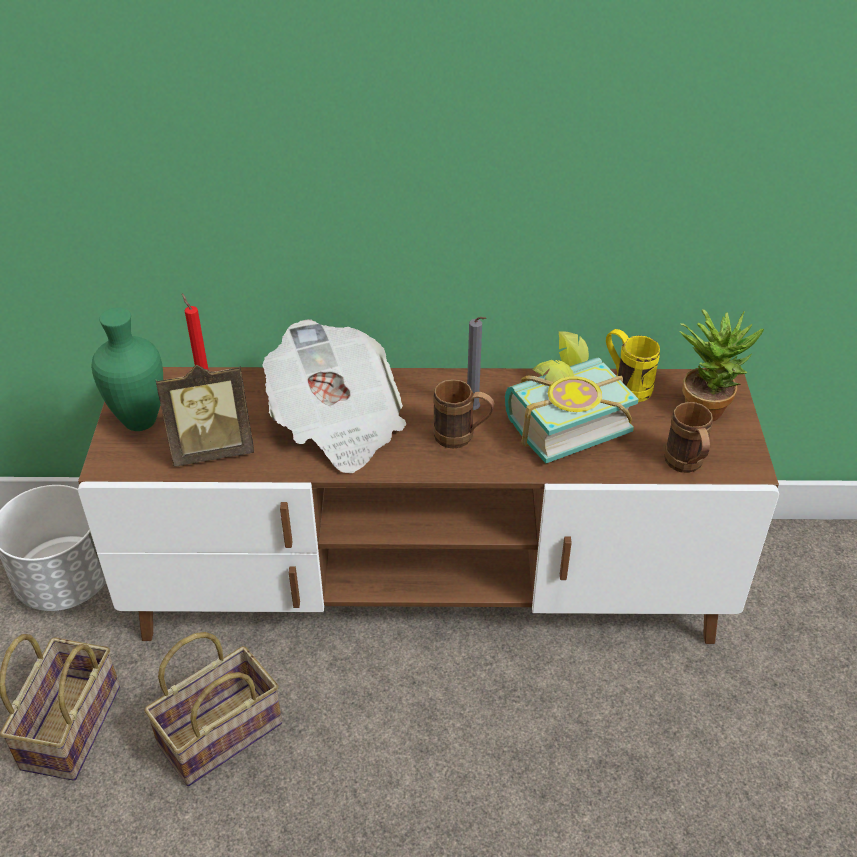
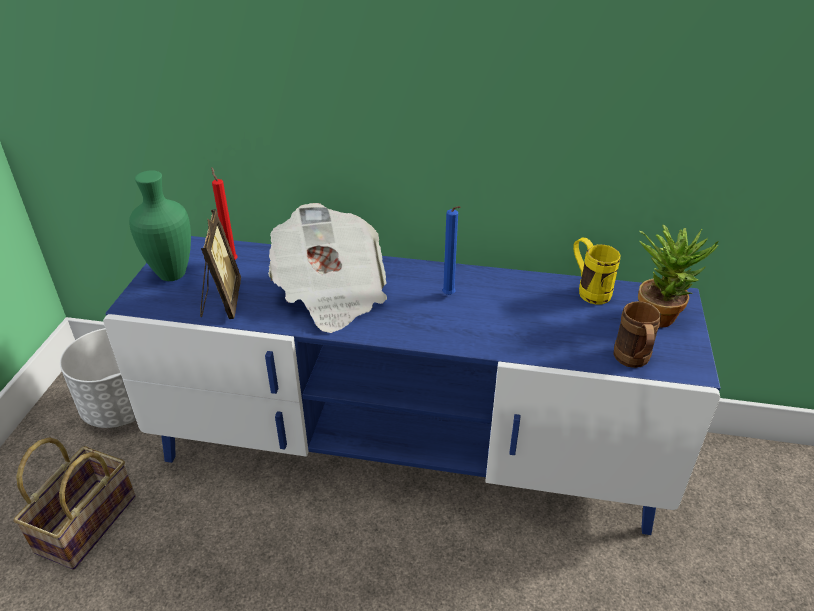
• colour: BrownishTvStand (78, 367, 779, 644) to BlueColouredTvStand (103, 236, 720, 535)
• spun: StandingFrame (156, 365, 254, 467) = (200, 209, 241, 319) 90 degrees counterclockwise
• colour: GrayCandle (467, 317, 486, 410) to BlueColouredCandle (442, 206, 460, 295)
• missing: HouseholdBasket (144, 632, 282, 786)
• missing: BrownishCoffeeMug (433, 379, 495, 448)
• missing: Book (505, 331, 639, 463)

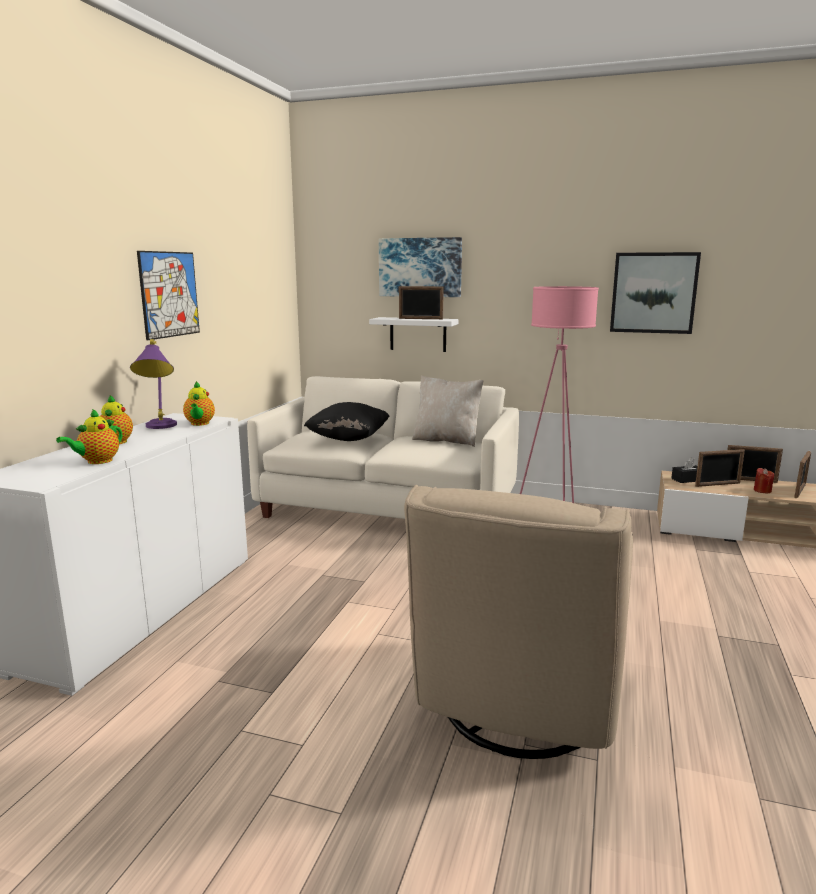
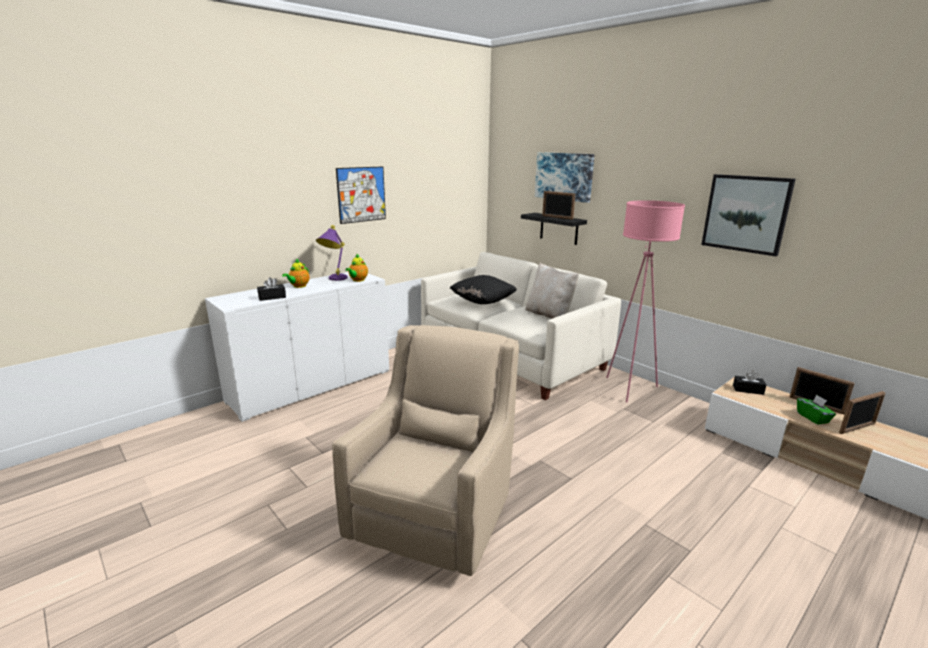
• exchanged: Teapot (56, 409, 122, 464) to BlackColouredTissueBox (257, 277, 286, 301)
• spun: BeigeLoungeChair (404, 485, 633, 759) = (332, 325, 519, 576) 150 degrees clockwise
• colour: WhiteWallShelf (369, 317, 458, 352) to BlackColouredWallShelf (521, 213, 587, 245)
• exchanged: ReddishCandle (754, 468, 774, 493) to GreenTissueBox (797, 394, 836, 425)
• missing: StandingFrame (695, 449, 745, 487)

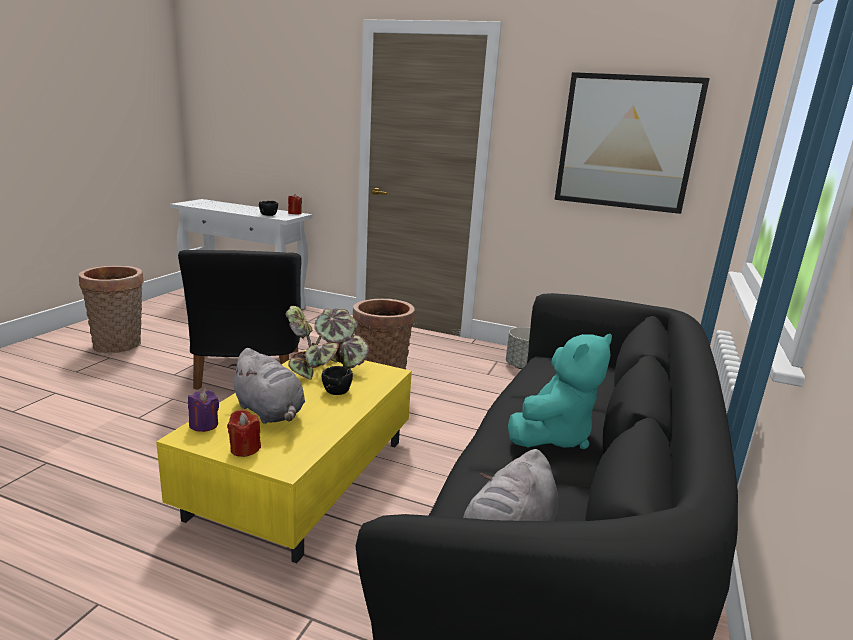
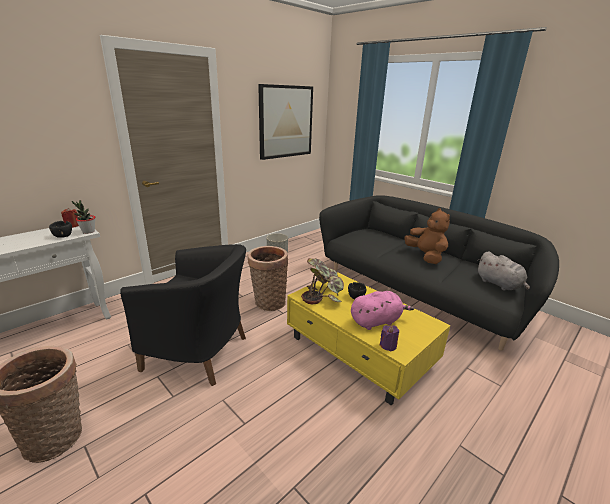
• appeared: Houseplant (72, 200, 95, 234)
• colour: GrayCuddlyToy (229, 348, 305, 424) to PinkishCuddlyToy (351, 291, 414, 330)
• colour: TurquoiseCuddlyToy (508, 334, 612, 449) to BrownishCuddlyToy (405, 208, 450, 264)
• missing: ReddishCandle (227, 409, 261, 457)

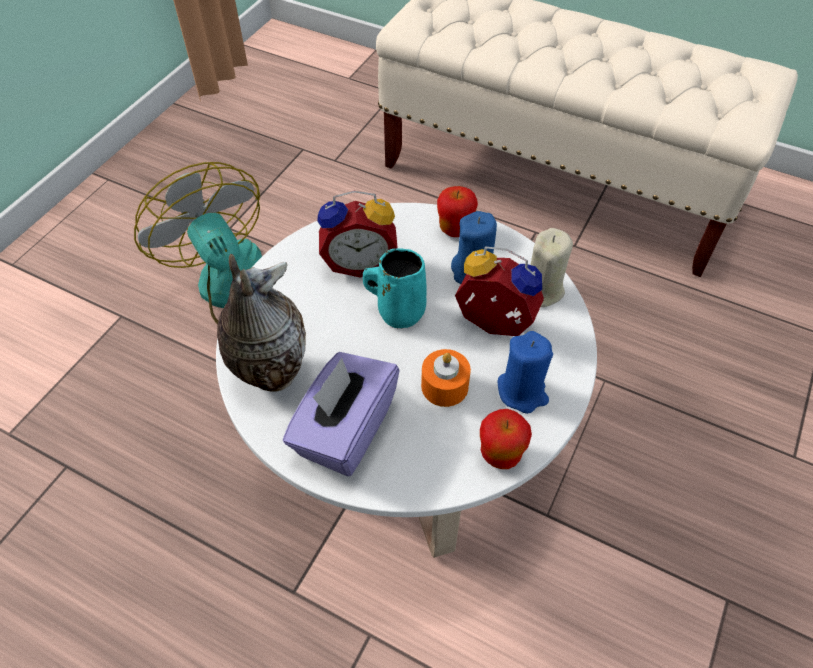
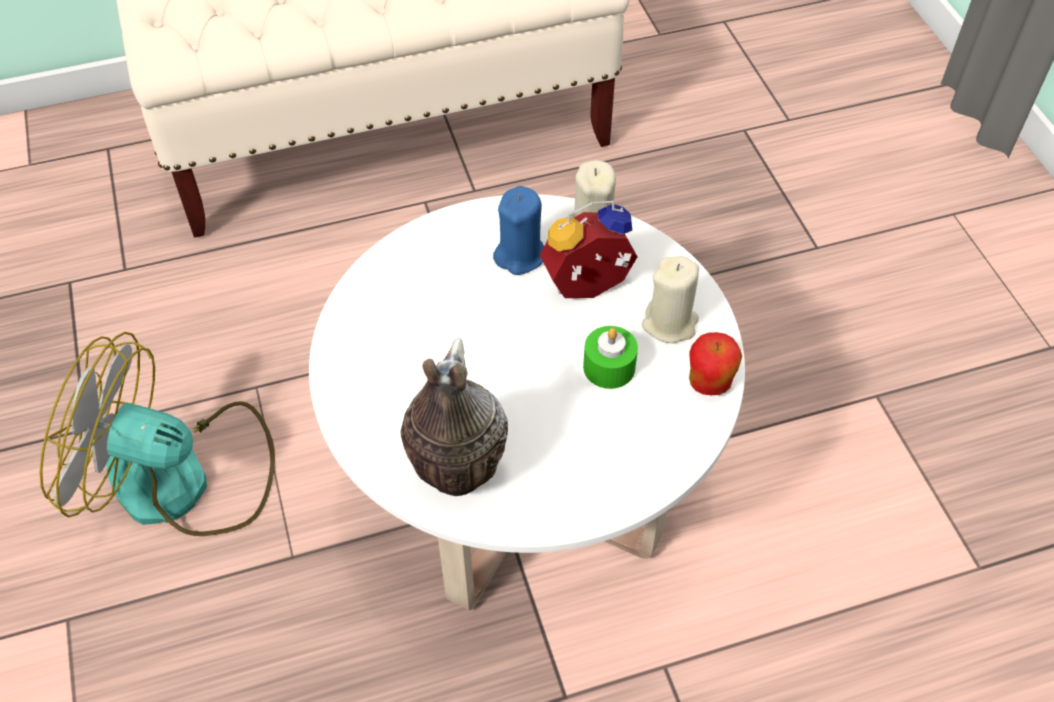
• colour: OrangeCandle (421, 349, 471, 407) to GreenCandle (583, 326, 638, 389)
• colour: BlueColouredCandle (498, 331, 553, 414) to BeigeCandle (642, 256, 699, 343)
• missing: PurpleTissueBox (283, 352, 400, 476)
• missing: BedsideClock (317, 191, 398, 278)
• missing: TurquoiseCoffeeMug (363, 248, 427, 328)
• missing: Apple (437, 186, 478, 237)

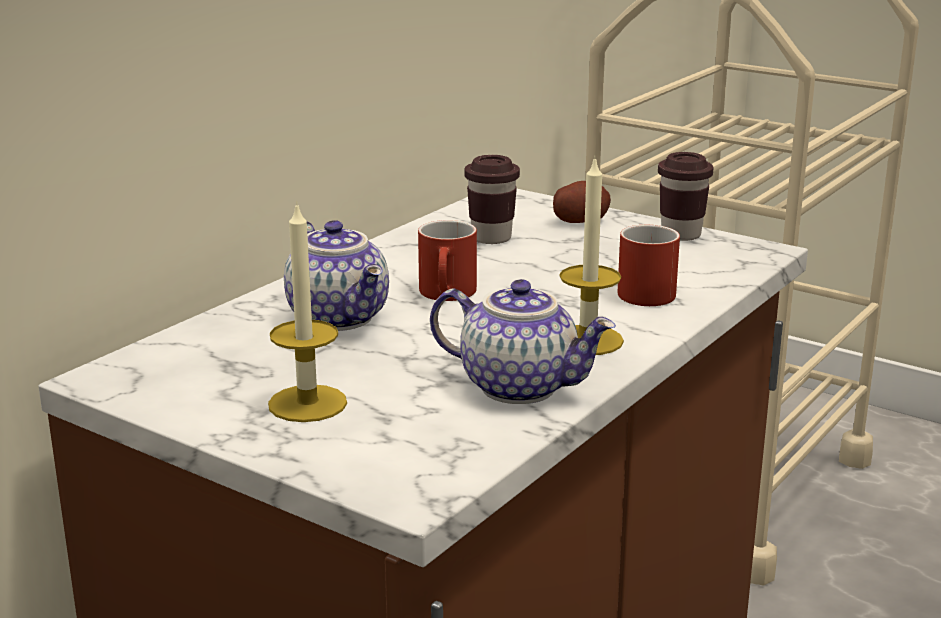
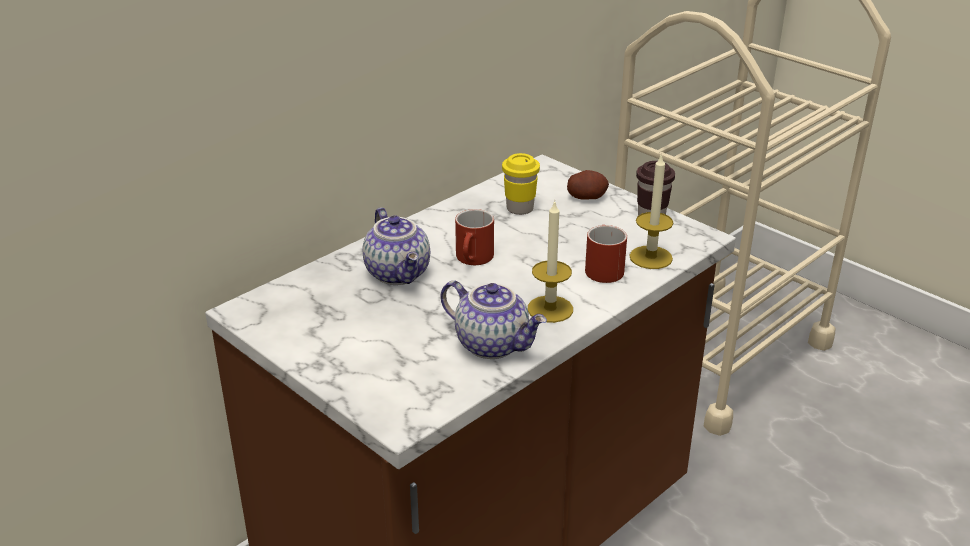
• colour: BrownishSmallCup (464, 155, 520, 244) to YellowSmallCup (502, 153, 540, 215)
• relocated: Candle (268, 201, 347, 422) to (629, 153, 673, 269)

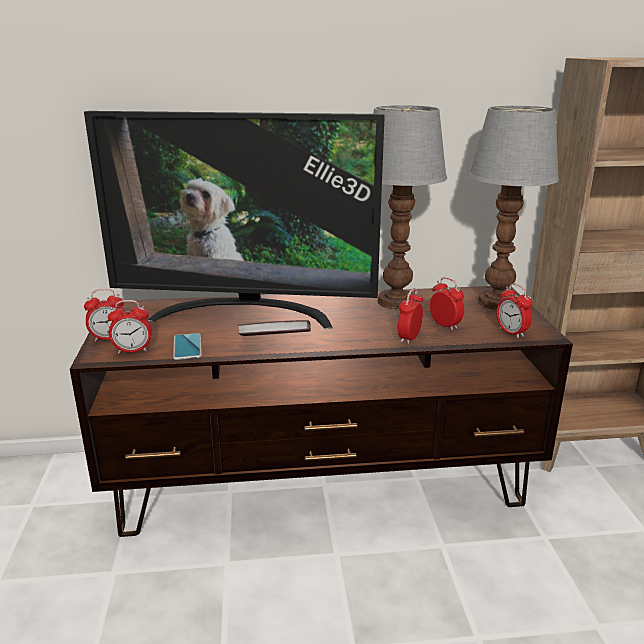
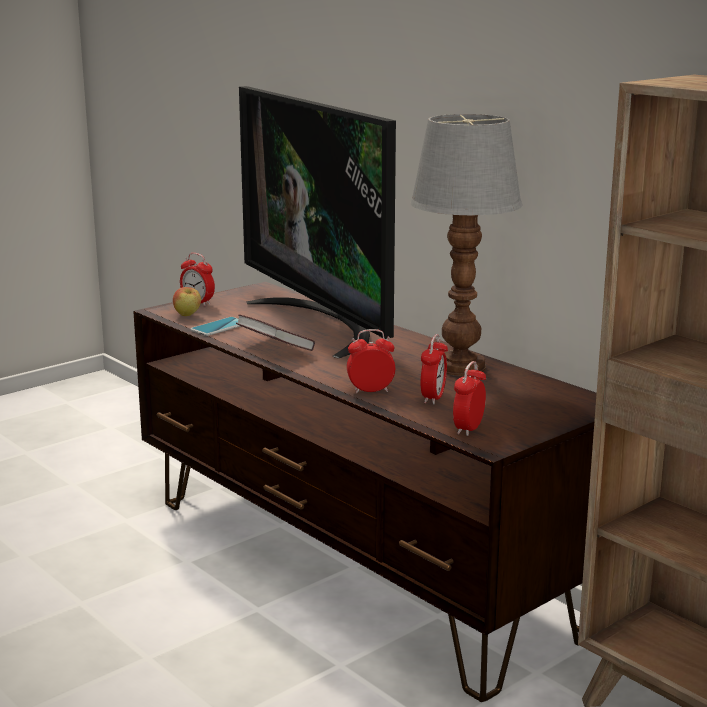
• exchanged: BedsideClock (108, 300, 152, 354) to Apple (173, 287, 201, 316)
• missing: TabletopLamp (468, 106, 559, 310)

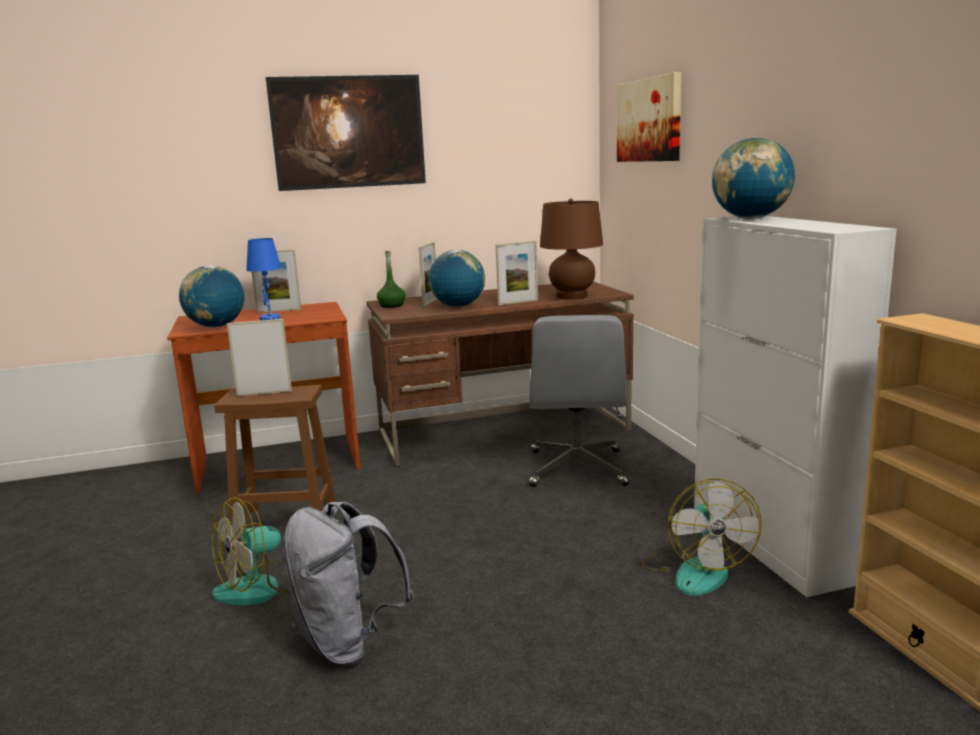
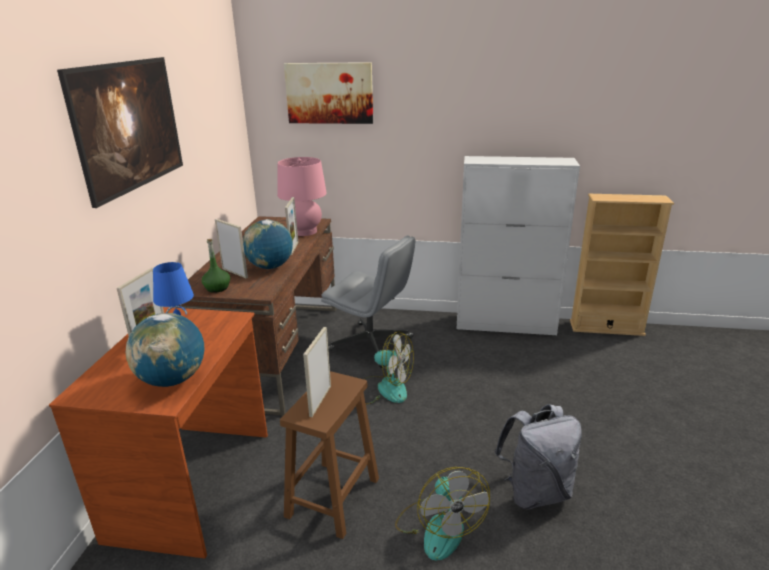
• colour: BrownishTabletopLamp (540, 199, 603, 300) to PinkishTabletopLamp (277, 157, 327, 236)
• relocated: CoolingFan (642, 479, 761, 596) to (366, 331, 414, 405)
• missing: Globe (712, 137, 795, 219)

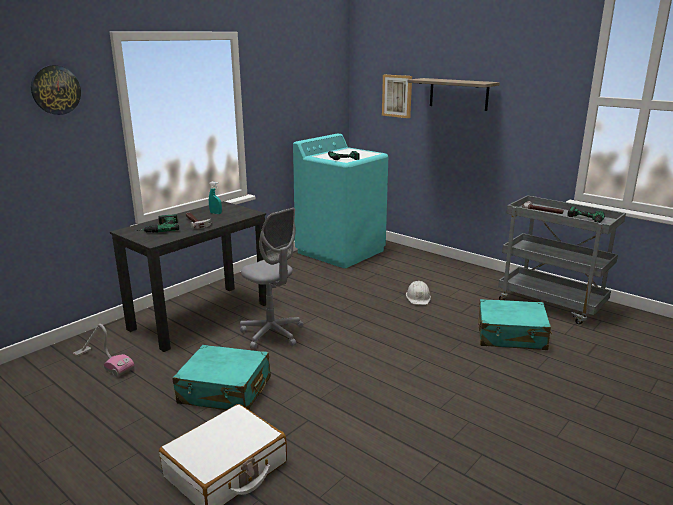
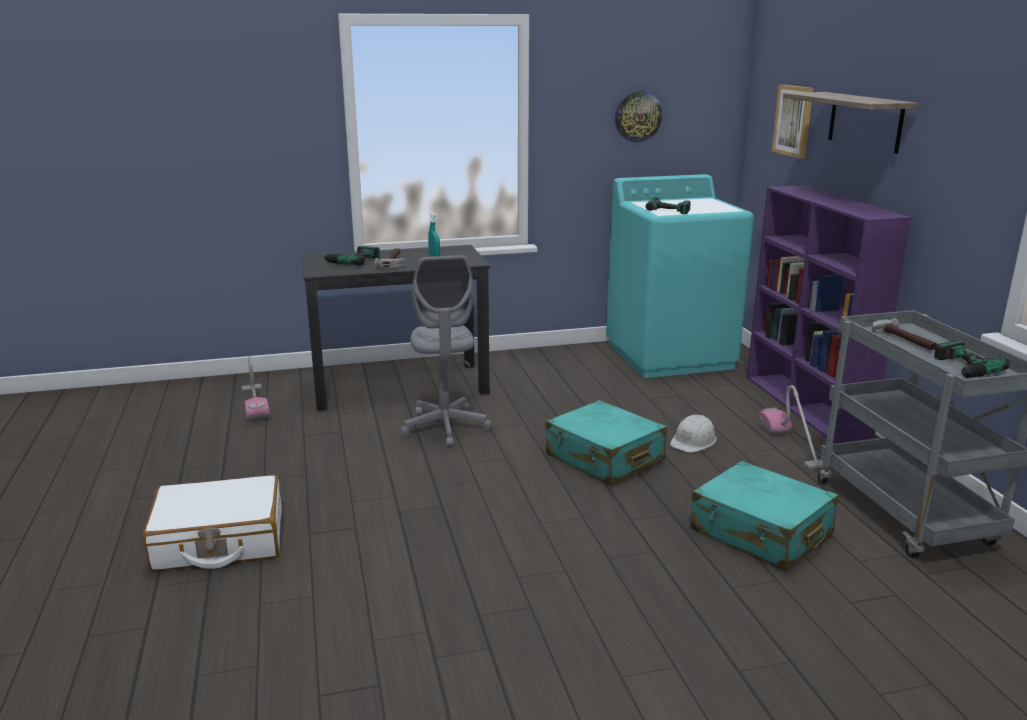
• relocated: TurquoiseSuitcase (172, 345, 271, 410) to (546, 400, 667, 485)
• relocated: HangingClock (31, 65, 81, 115) to (615, 91, 662, 142)
• appeared: PurpleBookcase (747, 185, 912, 443)
• appeared: Hoover (757, 385, 823, 468)

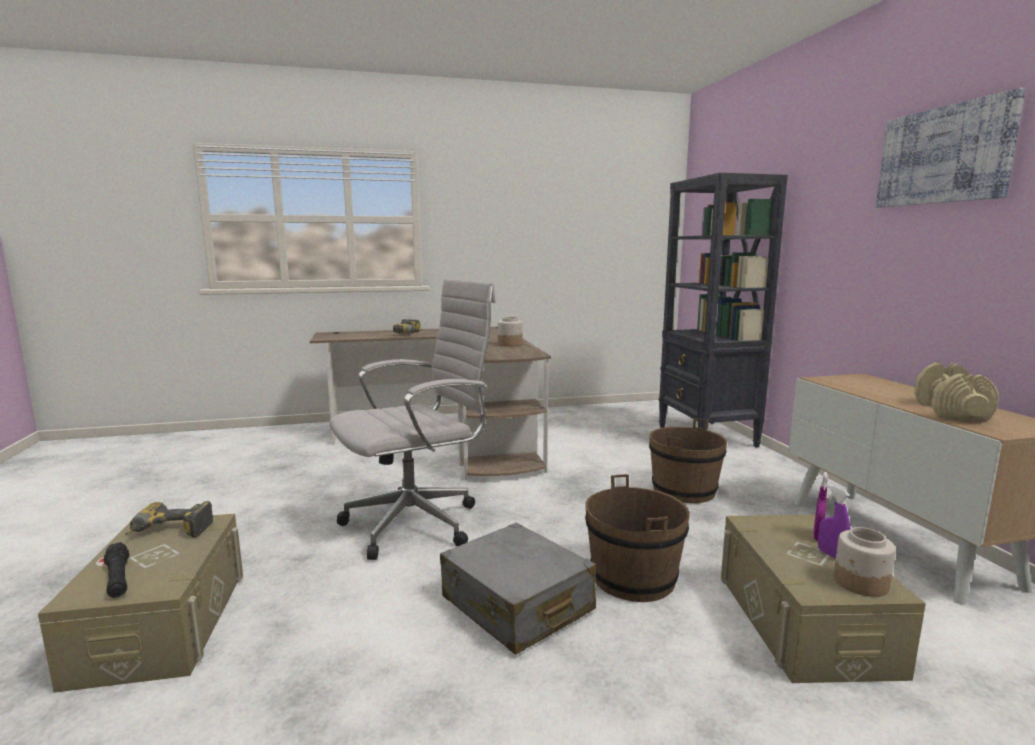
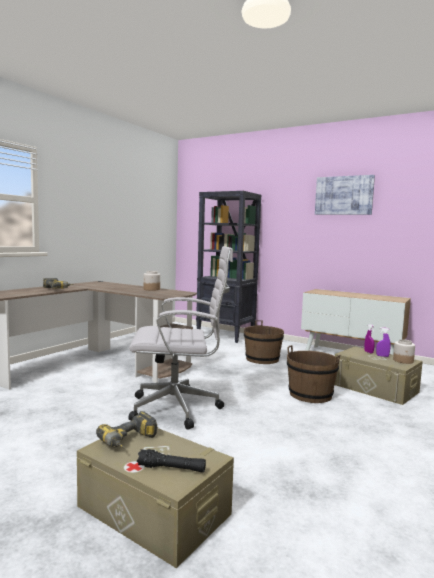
• spun: WhiteDeskChair (329, 279, 496, 560) = (128, 246, 233, 430) 75 degrees clockwise
• missing: GraySuitcase (440, 523, 596, 655)
• missing: BeigeFreeWeight (914, 363, 999, 422)

